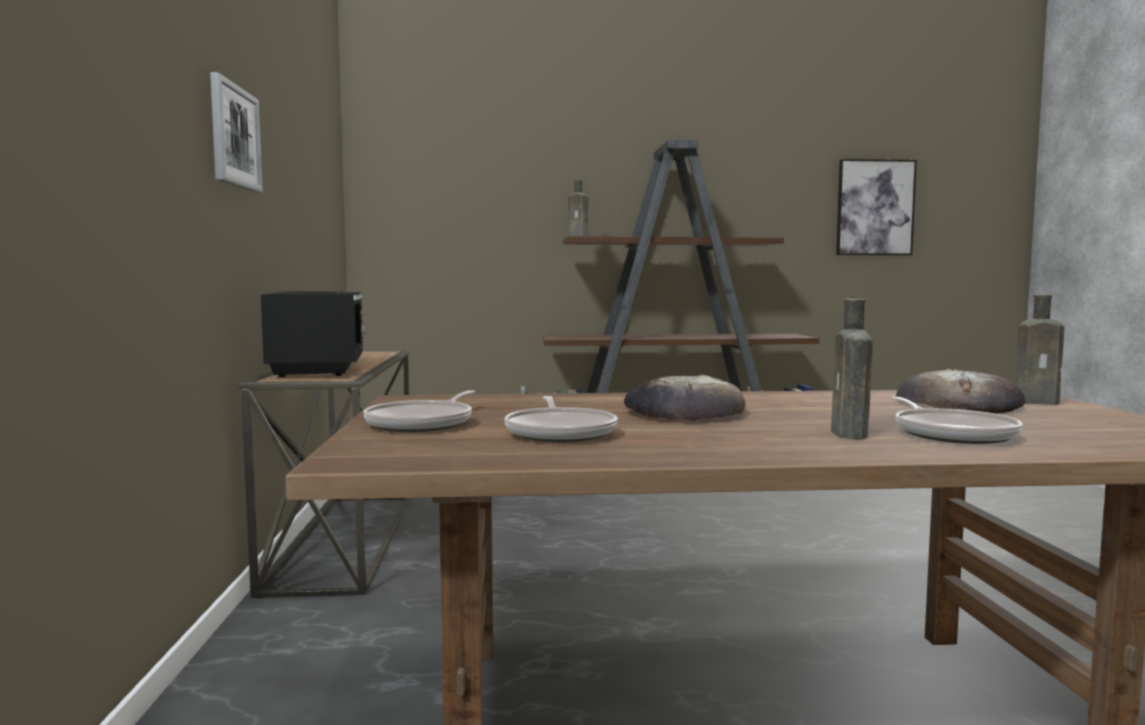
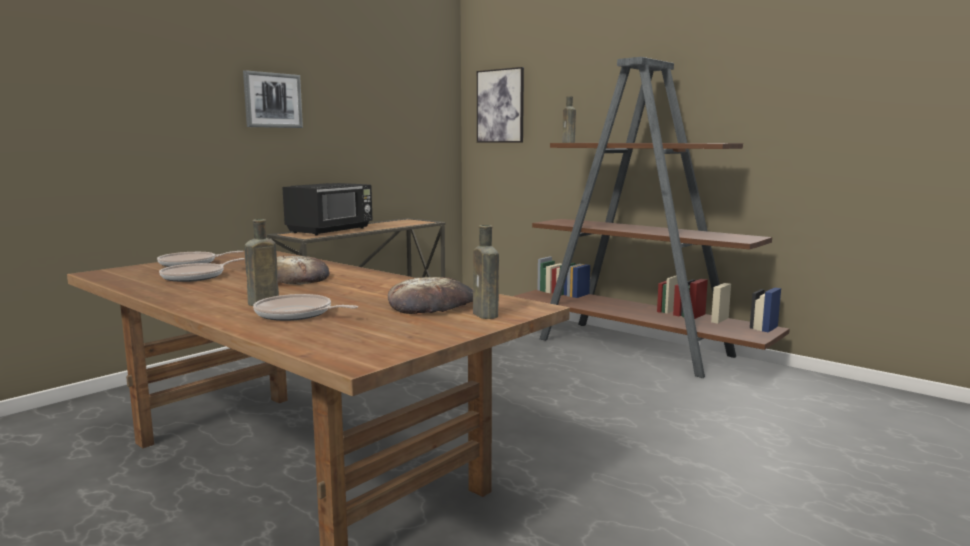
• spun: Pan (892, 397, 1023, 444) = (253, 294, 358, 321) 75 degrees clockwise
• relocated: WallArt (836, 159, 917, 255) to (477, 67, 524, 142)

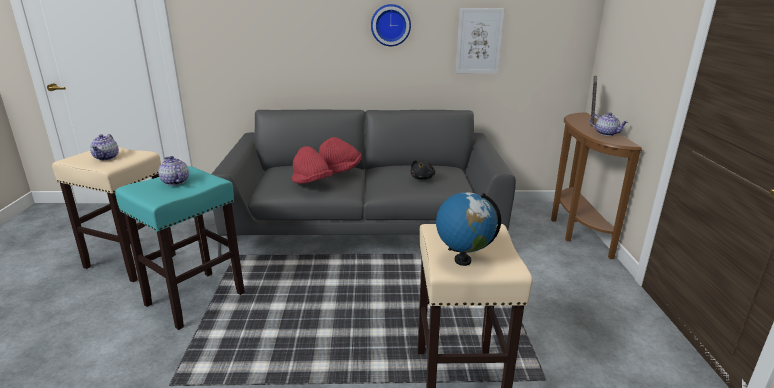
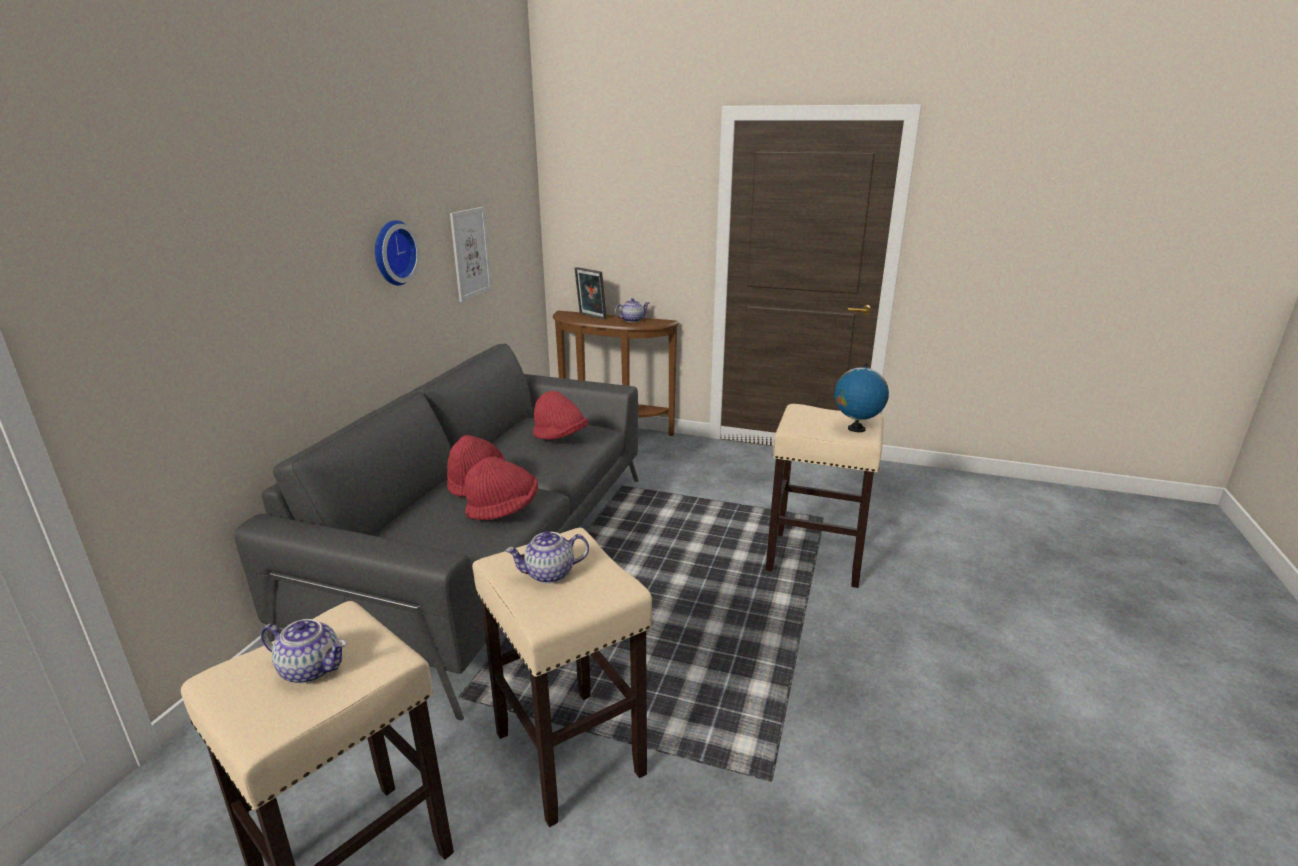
• colour: TurquoiseStool (115, 166, 245, 330) to BeigeStool (472, 528, 652, 827)
• exchanged: BlackColouredCuddlyToy (411, 160, 435, 180) to ReddishHat (533, 391, 588, 440)

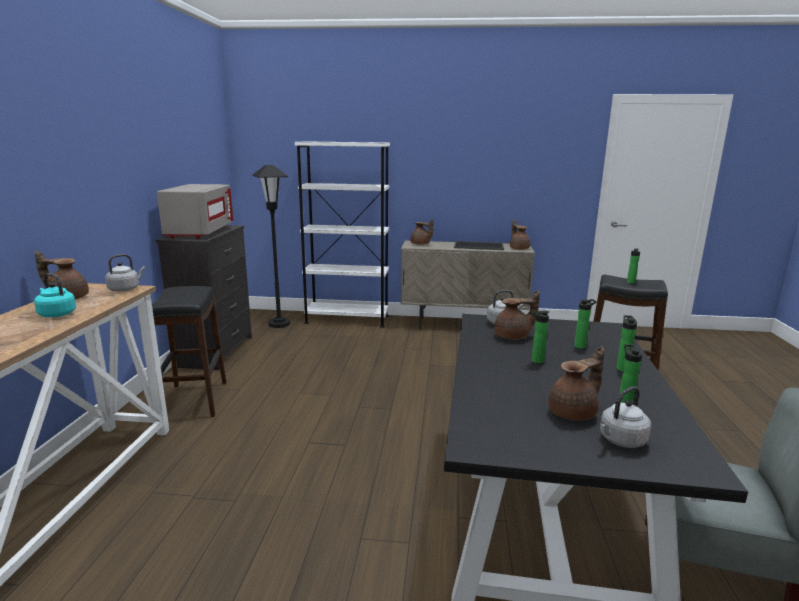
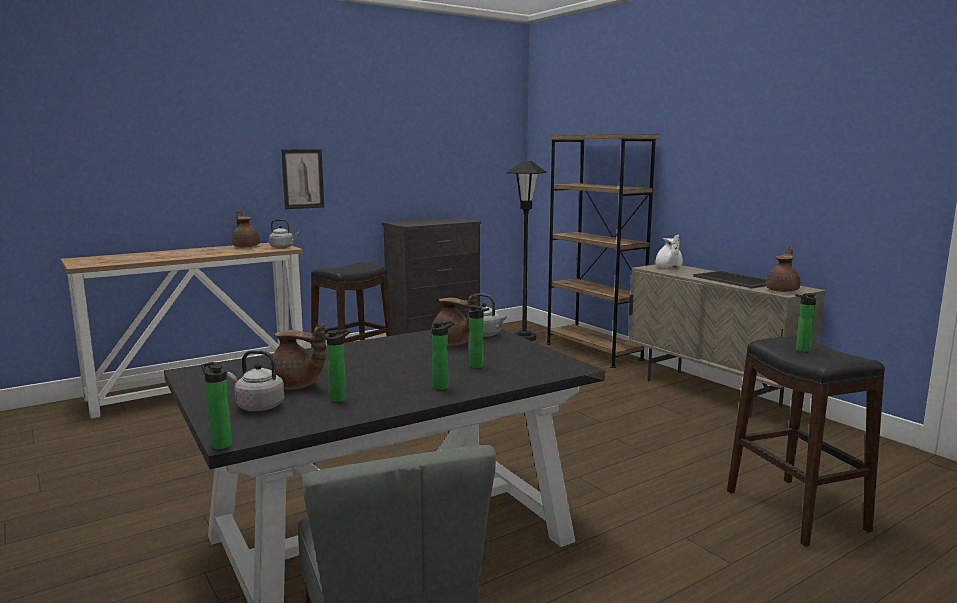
• relocated: DrinkBottle (531, 310, 549, 364) to (201, 362, 232, 449)
• appeared: WallArt (281, 149, 324, 209)
• colour: WhiteBookcase (295, 141, 390, 328) to BrownishBookcase (546, 134, 659, 368)
• colour: BrownishTeapot (410, 219, 434, 245) to WhiteTeapot (656, 235, 683, 268)
• missing: TurquoiseWaterKettle (34, 273, 76, 317)
• missing: GrayMicrowave (157, 184, 233, 239)

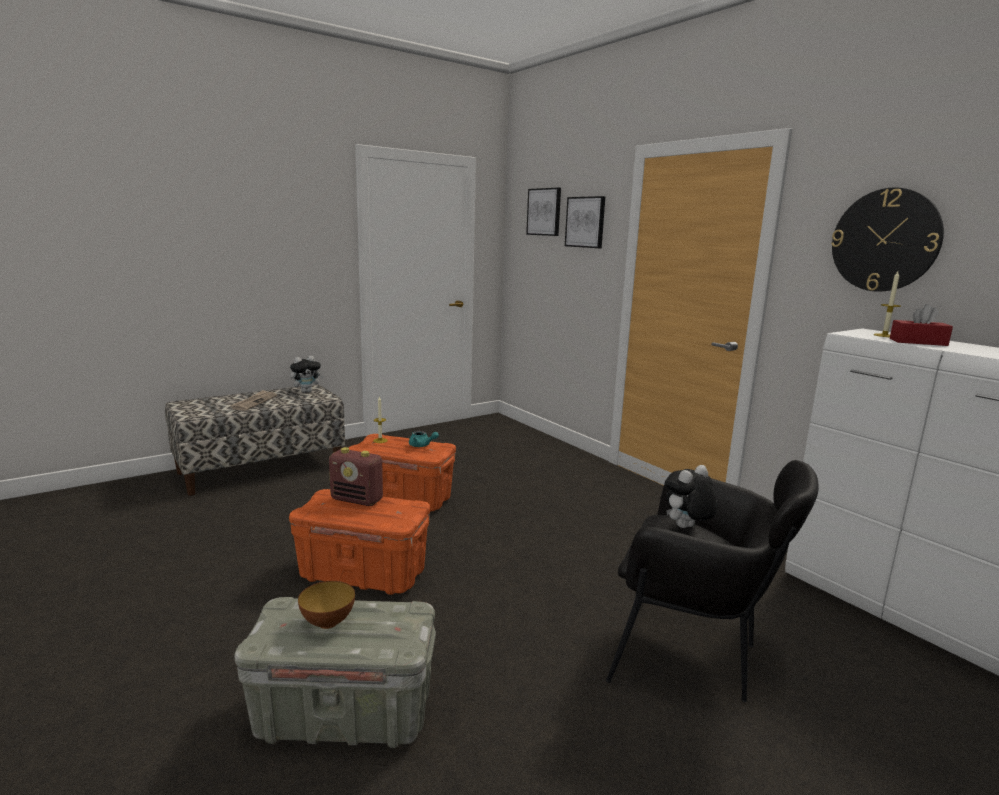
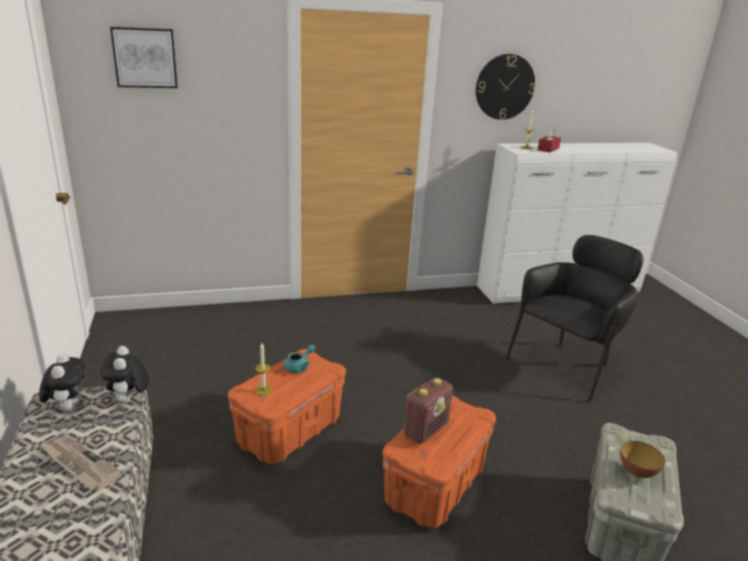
• relocated: CuddlyToy (665, 465, 717, 528) to (100, 346, 149, 404)
• missing: WallArt (565, 196, 605, 248)

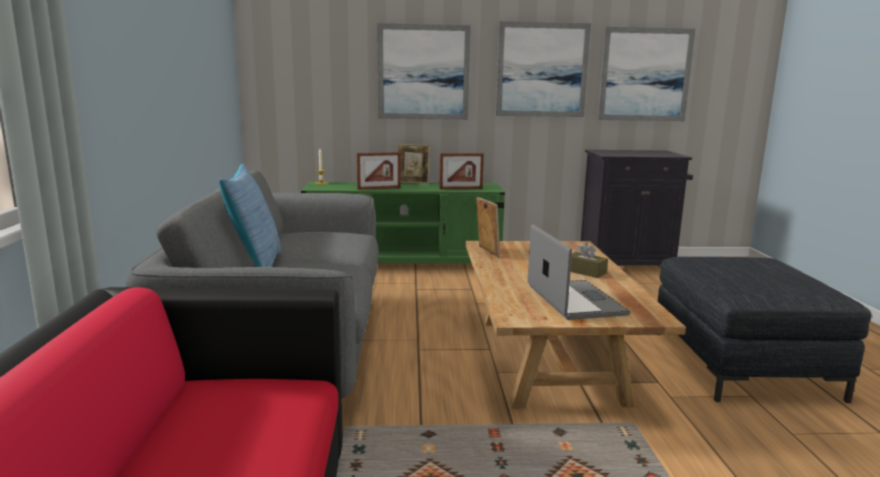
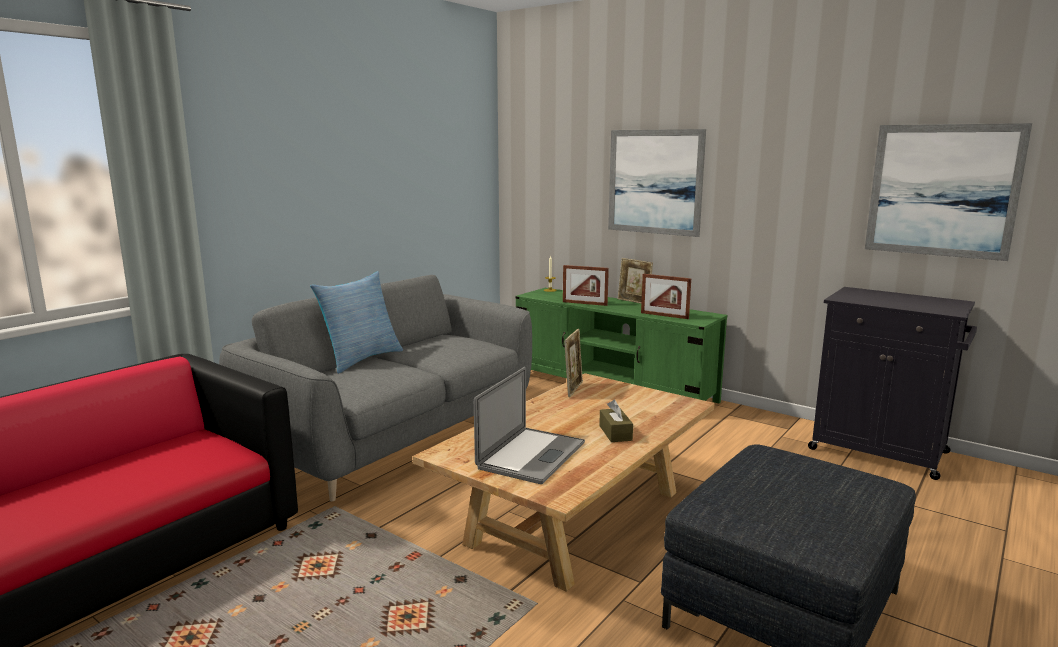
• missing: WallArt (496, 21, 591, 117)

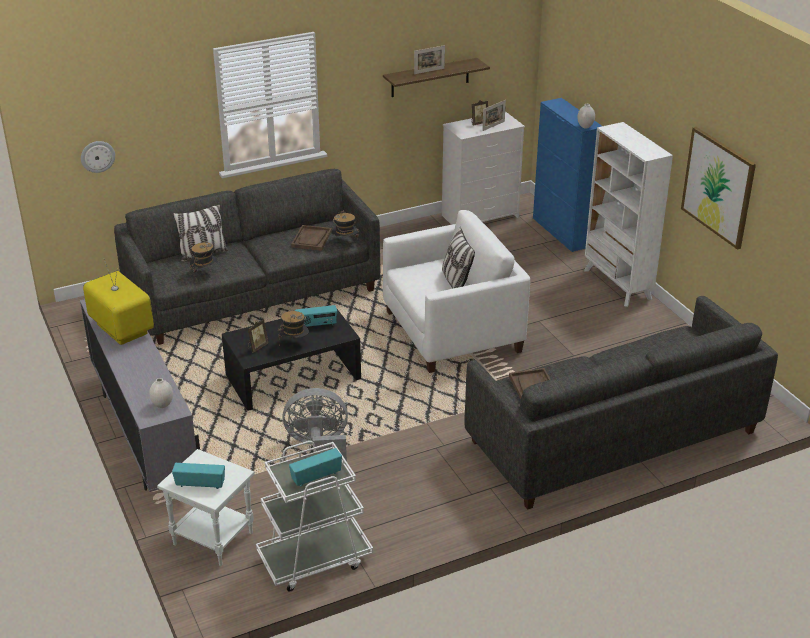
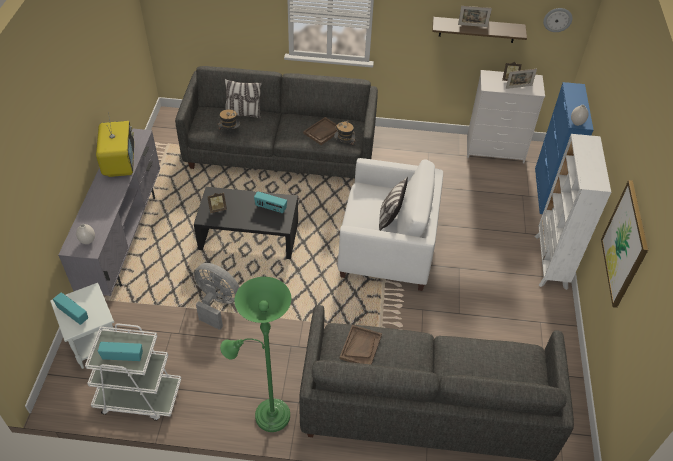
• appeared: GreenStandardLamp (220, 277, 291, 432)
• relocated: HangingClock (81, 141, 115, 173) to (543, 8, 573, 32)
• missing: Hat (278, 311, 309, 346)

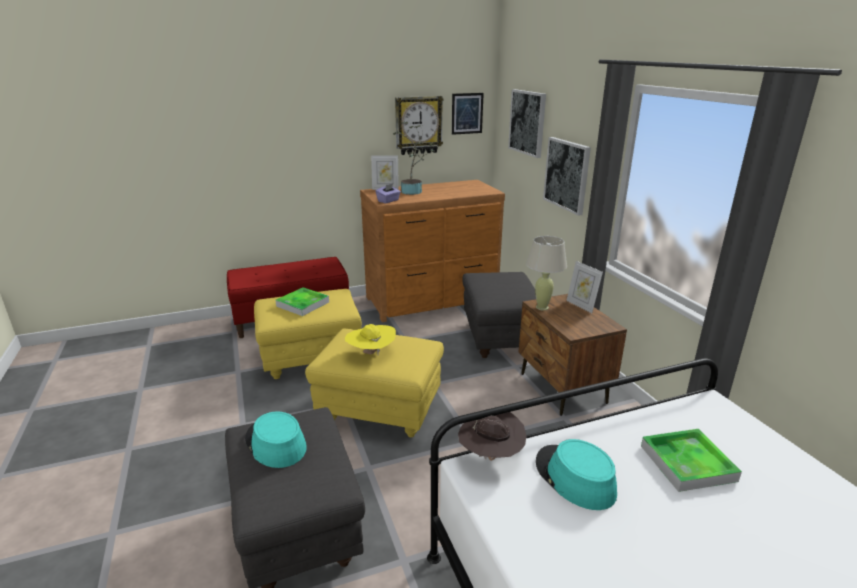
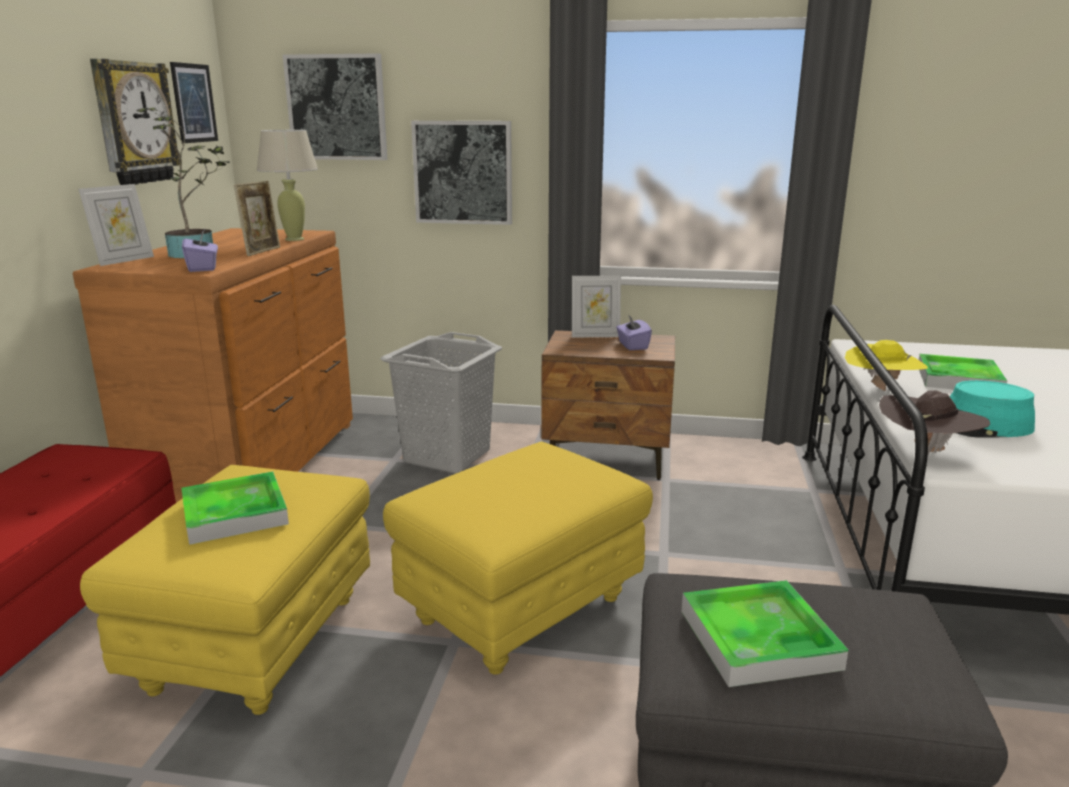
• appeared: StandingFrame (234, 181, 280, 256)
• relocated: BeigeTabletopLamp (526, 236, 567, 311) to (257, 130, 318, 241)
• exchanged: GrayOttoman (463, 272, 536, 358) to GrayWashingBasket (381, 332, 502, 473)
• appeared: PurpleTissueBox (616, 314, 652, 350)
• exchanged: TurquoiseHat (245, 411, 307, 468) to Tray (682, 580, 848, 687)
• relocated: YellowHat (345, 324, 396, 354) to (845, 340, 928, 391)

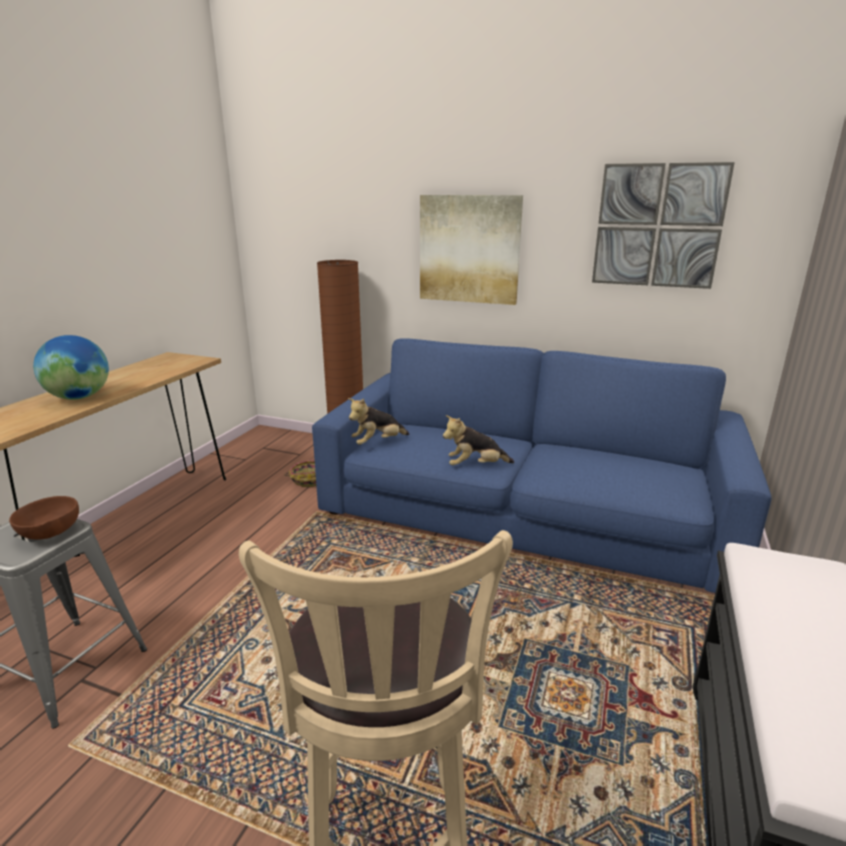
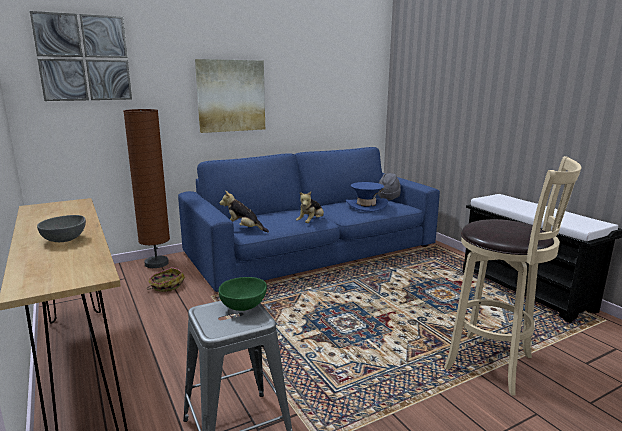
• relocated: WallArt (592, 162, 735, 289) to (30, 11, 132, 101)
• exchanged: Globe (33, 335, 109, 400) to GrayServingBowl (37, 215, 86, 242)
• spun: CuddlyToy (348, 398, 409, 445) = (219, 191, 269, 232) 105 degrees clockwise
• colour: BrownishServingBowl (9, 496, 79, 540) to GreenServingBowl (219, 277, 267, 311)
• appeared: BlueColouredHat (346, 182, 388, 212)
• appeared: GrayHat (377, 173, 401, 200)

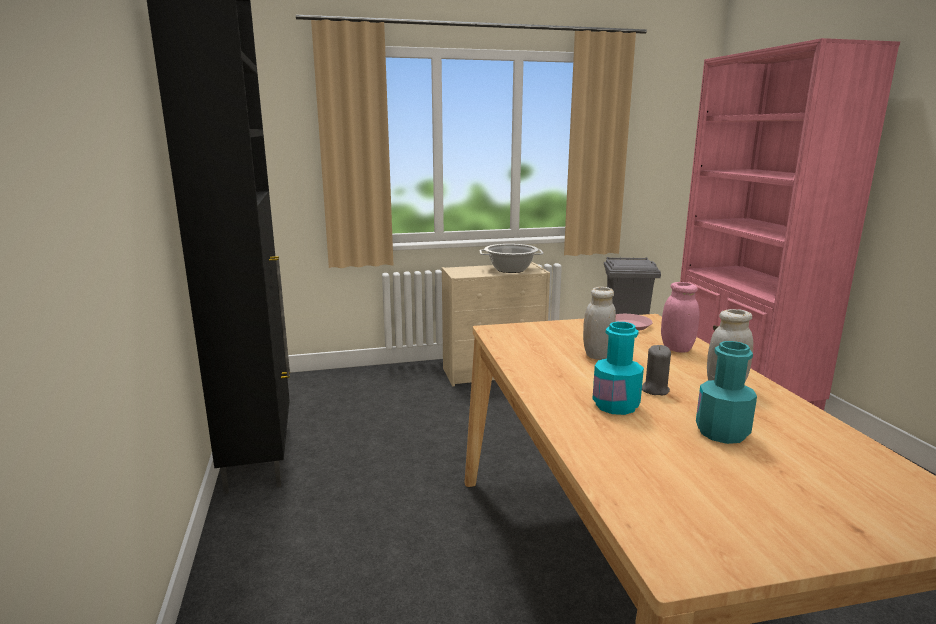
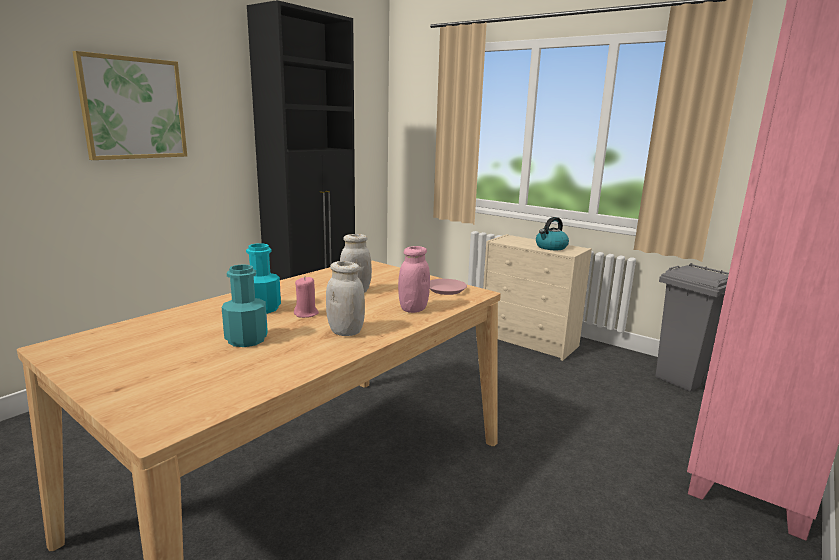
• appeared: WallArt (72, 51, 187, 160)
• colour: GrayCandle (642, 345, 671, 395) to PinkishCandle (294, 277, 319, 318)
• exchanged: Saucepot (480, 244, 544, 273) to WaterKettle (536, 217, 569, 250)

